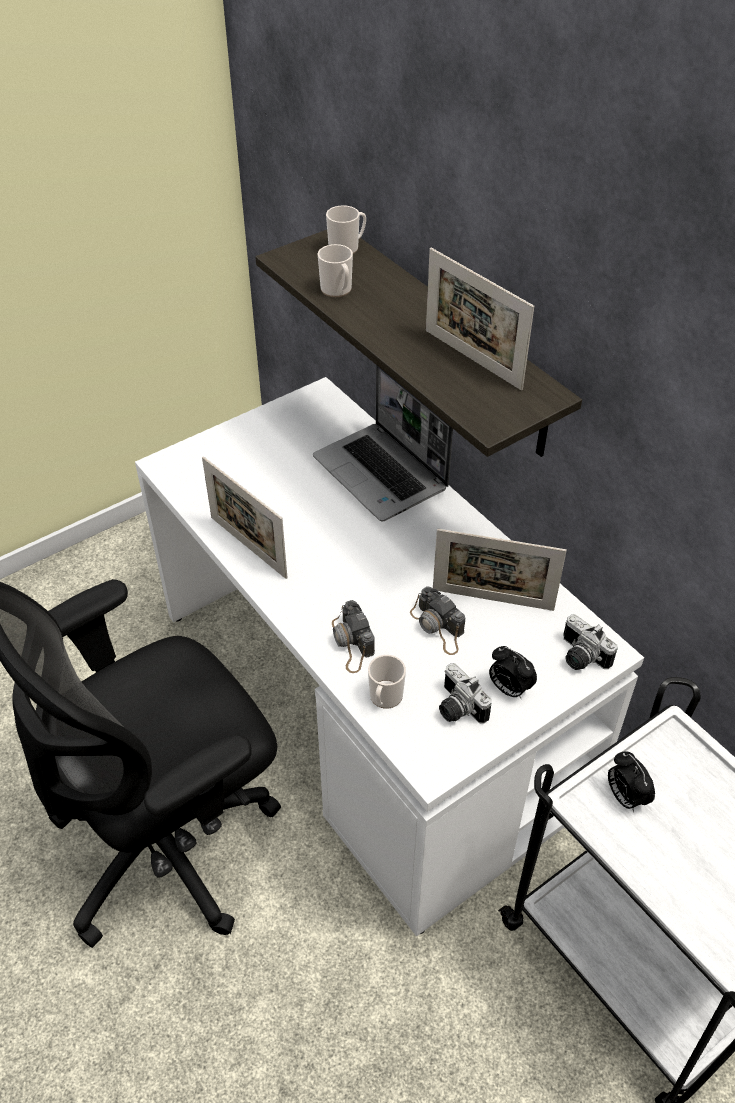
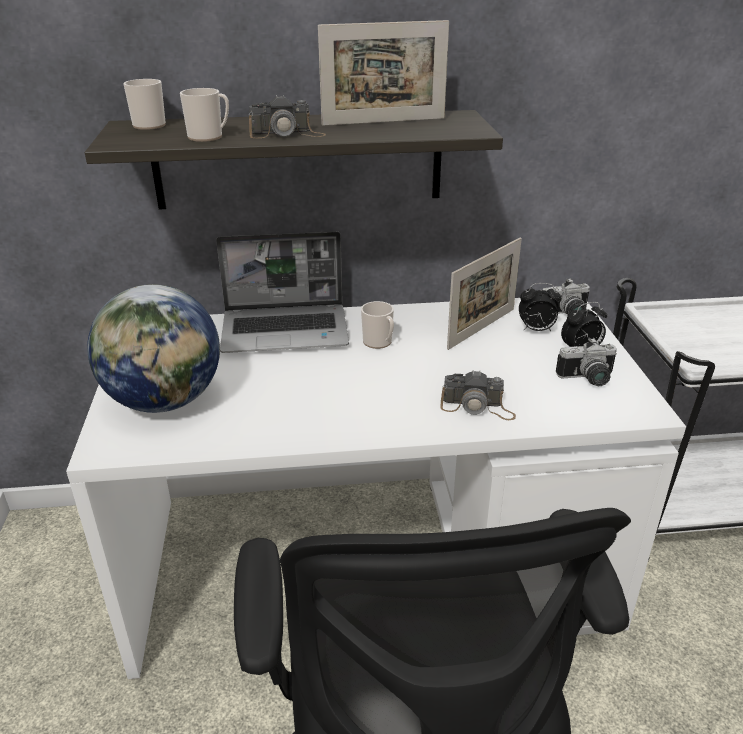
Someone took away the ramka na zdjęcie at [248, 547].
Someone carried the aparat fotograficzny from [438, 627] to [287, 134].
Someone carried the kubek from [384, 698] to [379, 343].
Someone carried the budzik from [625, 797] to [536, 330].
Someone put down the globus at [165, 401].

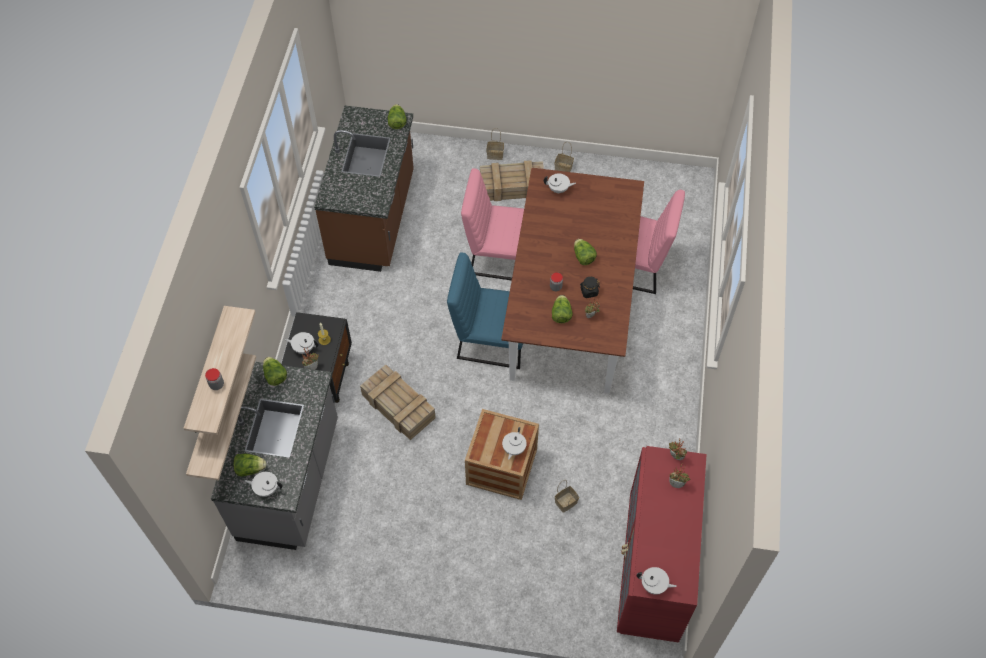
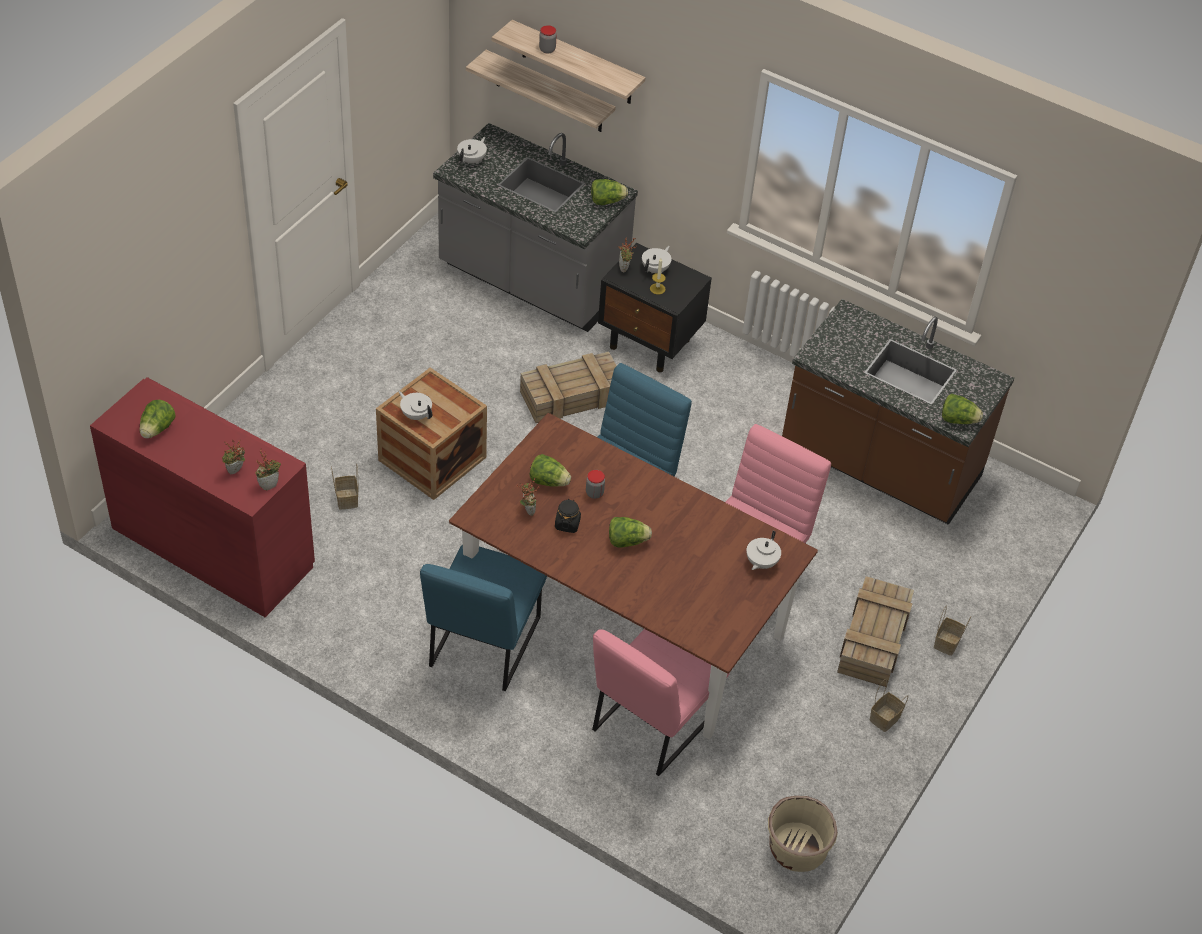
Someone carried the sałata from [250, 468] to [157, 429].
Someone took away the imbryk/biały at [654, 585].
Someone put down the krzesło/niebieski at [483, 644].
Someone put down the donica/beżowy at [797, 849].

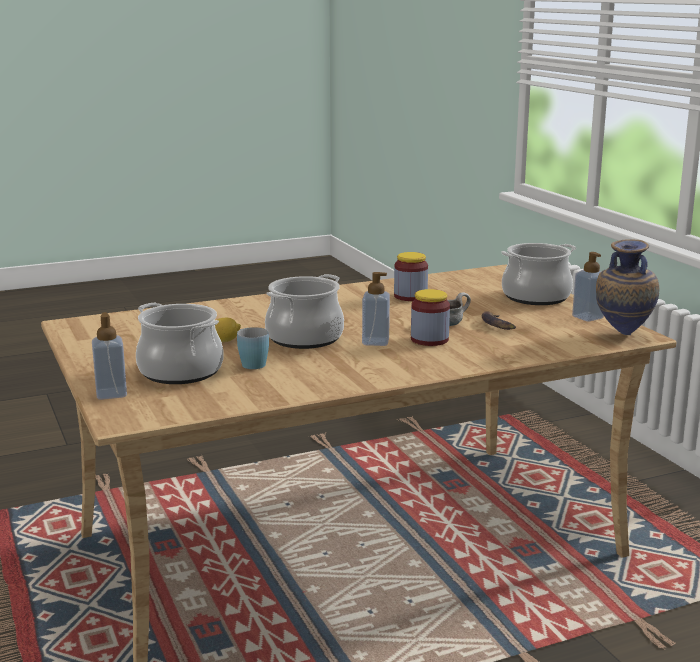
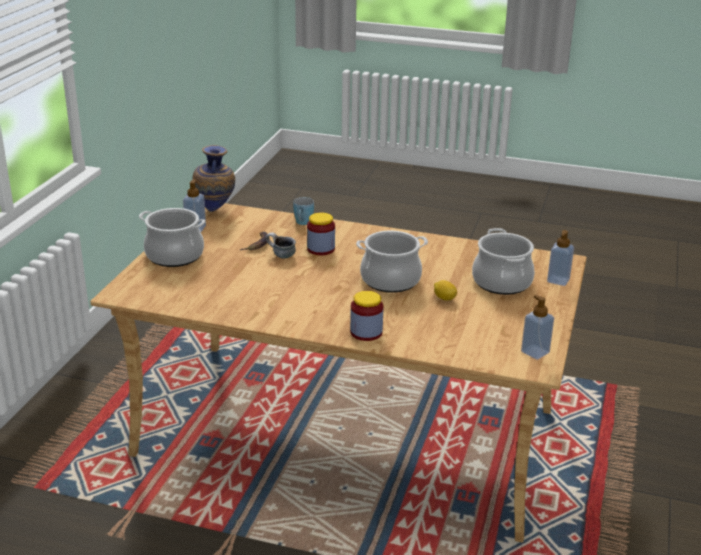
Someone carried the słoik from [410, 296] to [366, 332].
Someone carried the dozownik mydła from [375, 342] to [535, 352].
Someone carried the kubek/niebieski from [250, 363] to [303, 223].

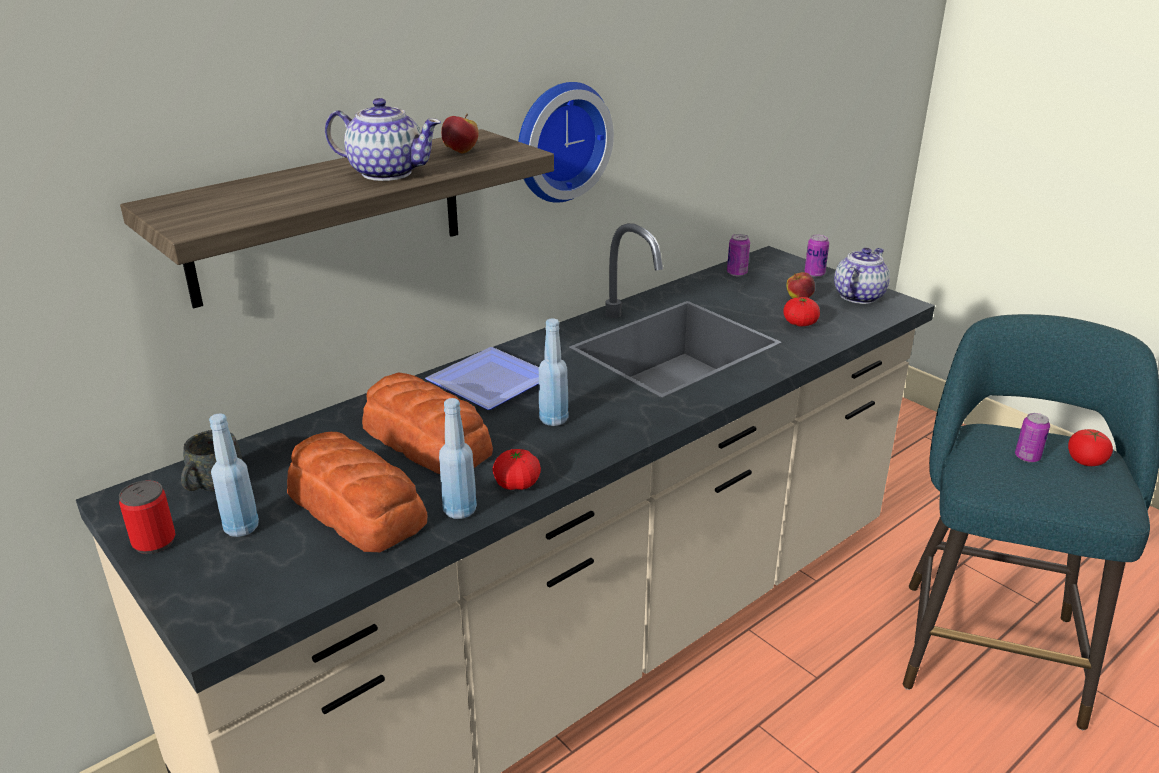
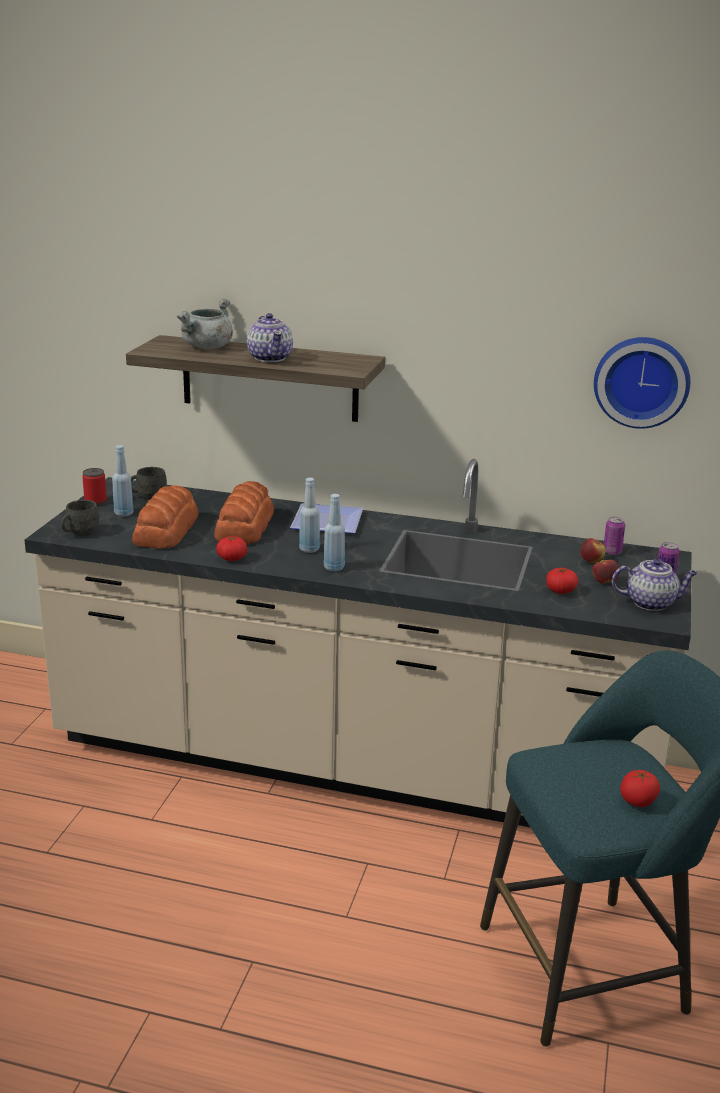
Someone carried the zegar ścienny from [558, 141] to [641, 381].
Someone carried the jabłko from [461, 152] to [591, 561].
Someone carried the butelka/niebieski from [459, 510] to [334, 567].
Someone took away the puszka at [1027, 457].
Someone put down the garnek/szary at [207, 347].
Someone put down the kubek/szary at [79, 533].

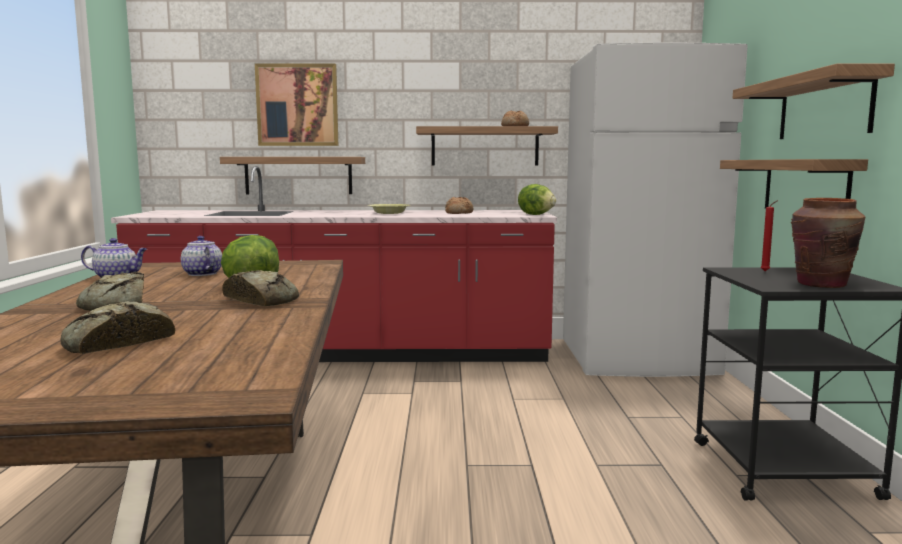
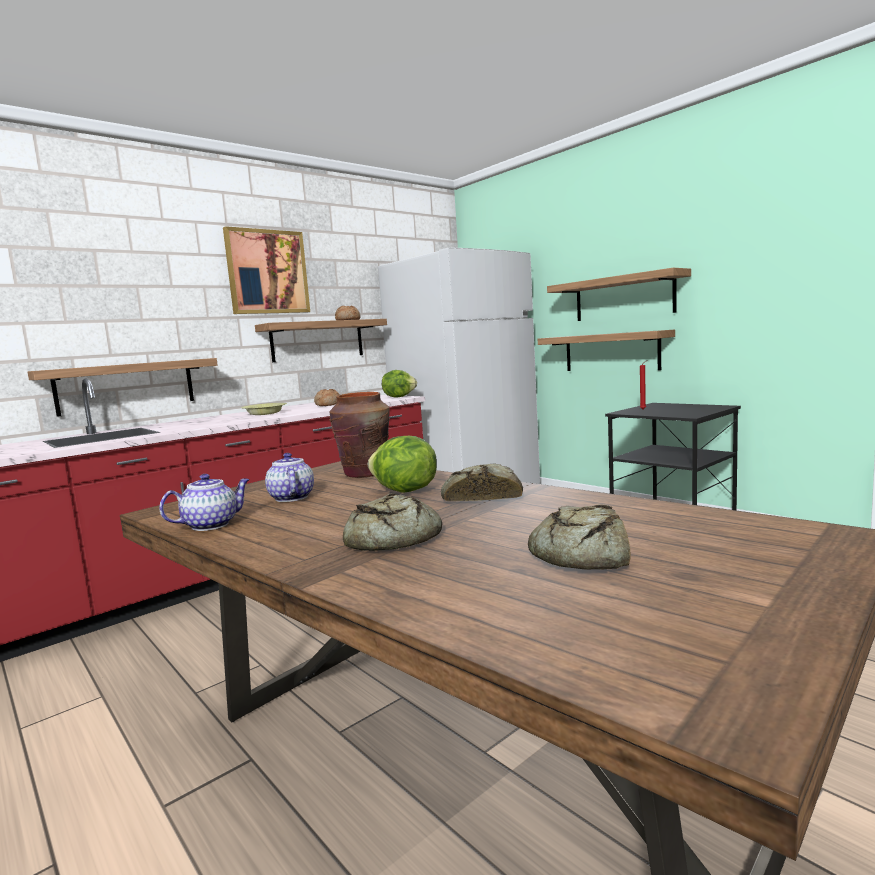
Someone carried the obraz from [297, 105] to [267, 272].
Someone carried the wazon/brązowy from [821, 284] to [365, 473].
Someone rotated the imbryk at [201, 274] by 60 degrees clockwise.

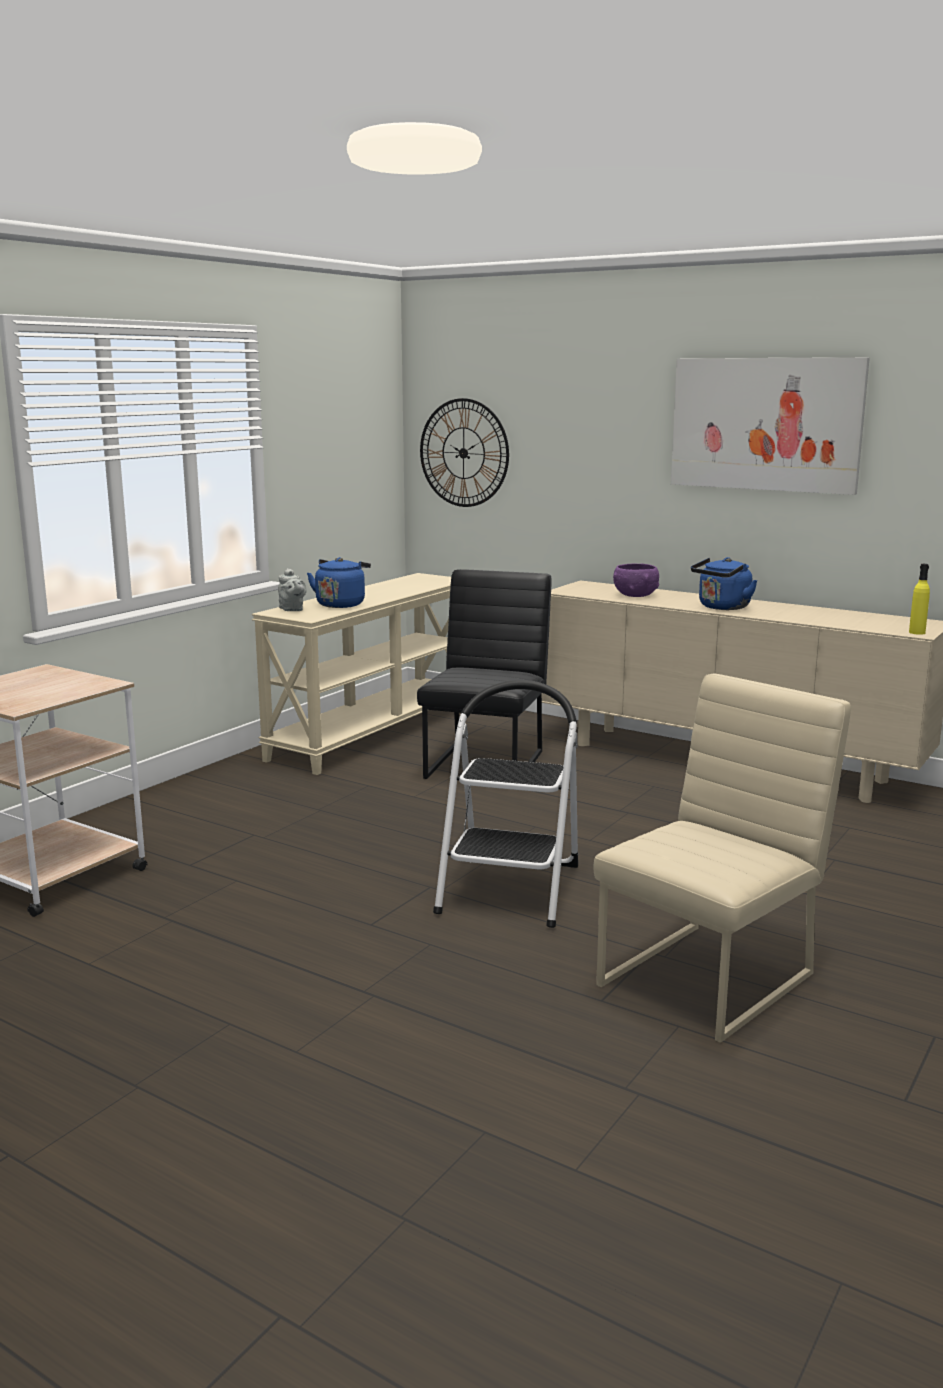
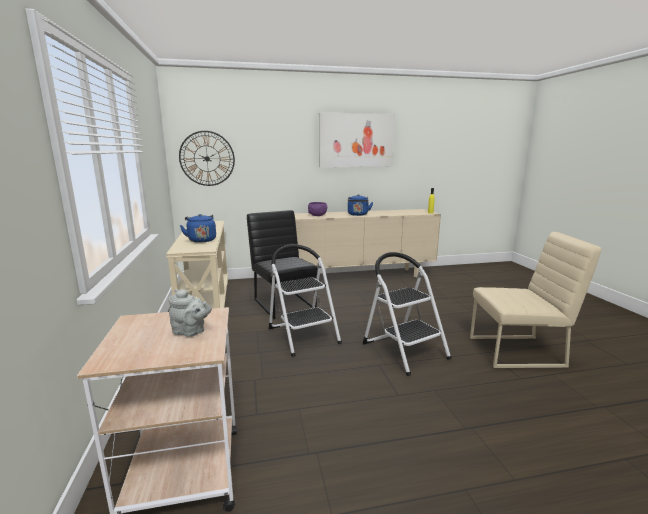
Someone carried the imbryk/szary from [292, 609] to [191, 332].
Someone rotated the krzesło/beżowy at [711, 977] by 90 degrees clockwise.
Someone put down the drabinka at [302, 335].

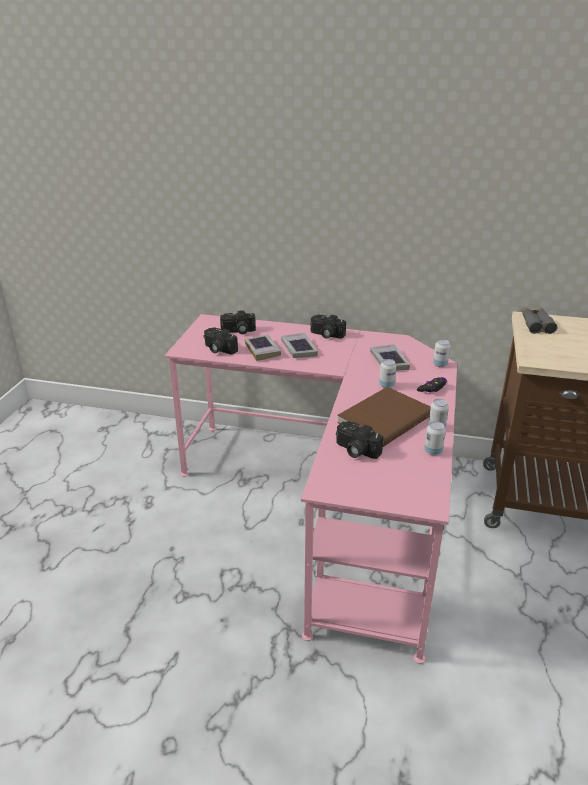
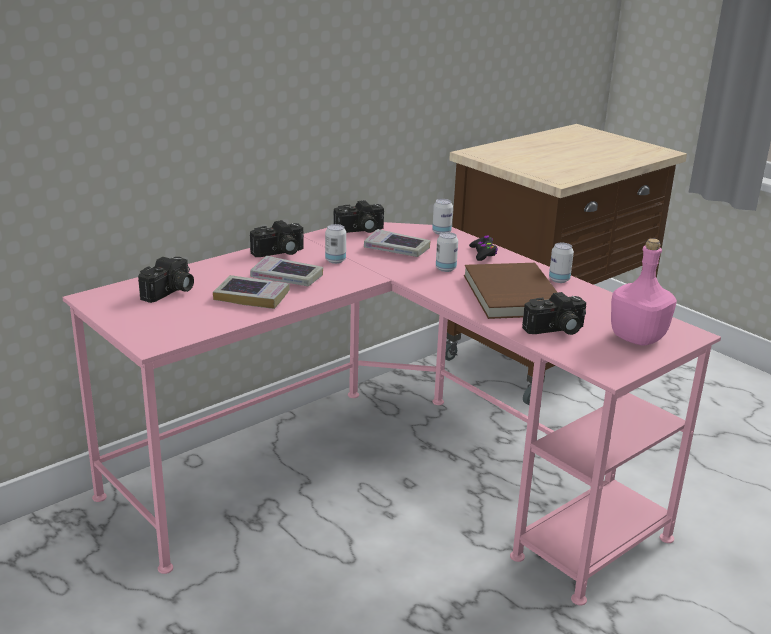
Someone took away the lornetka/szary at [536, 324].
Someone carried the aparat fotograficzny from [218, 349] to [360, 230].
Someone carried the puszka from [433, 451] to [335, 260].
Someone put down the butelka/różowy at [636, 337].

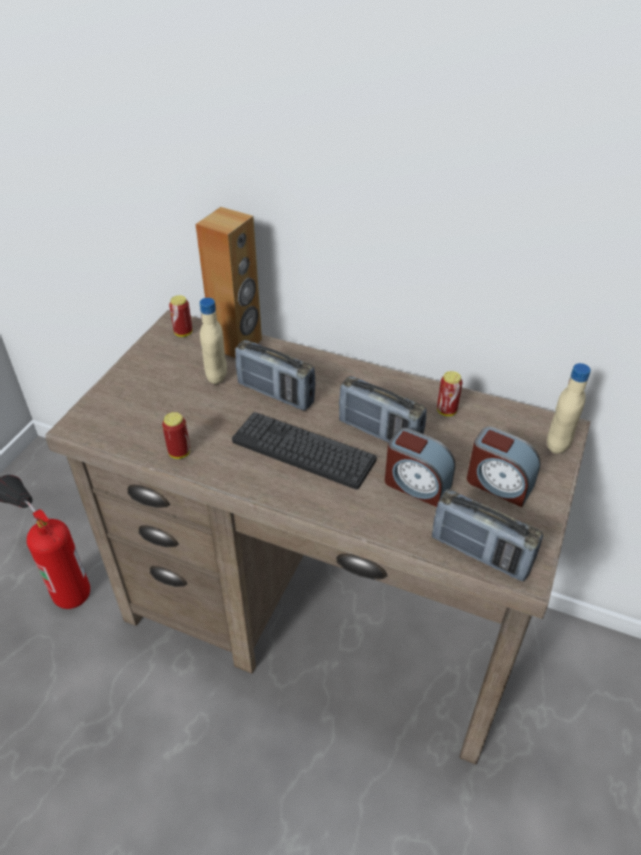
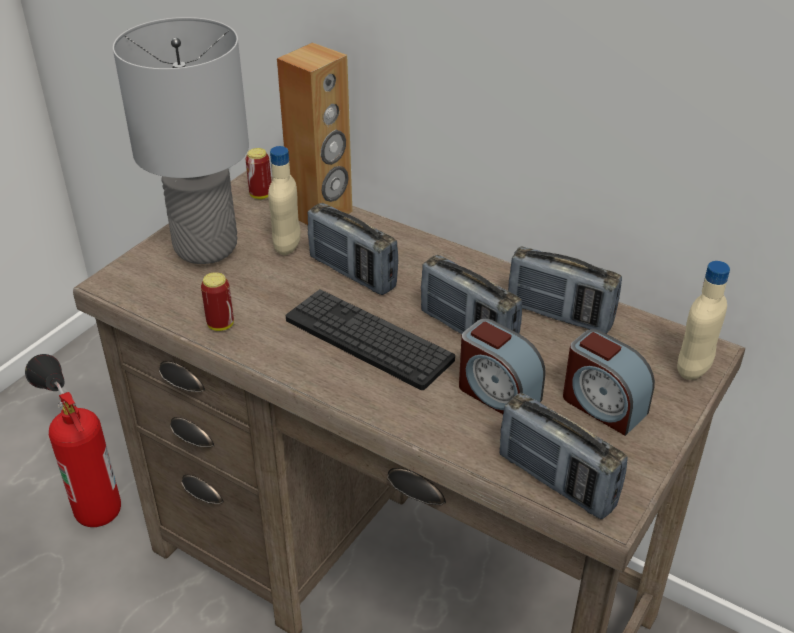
Someone swapped the puszka at [446, 411] for the radio at [559, 315].
Someone put down the lampa stołowa/szary at [207, 252].

